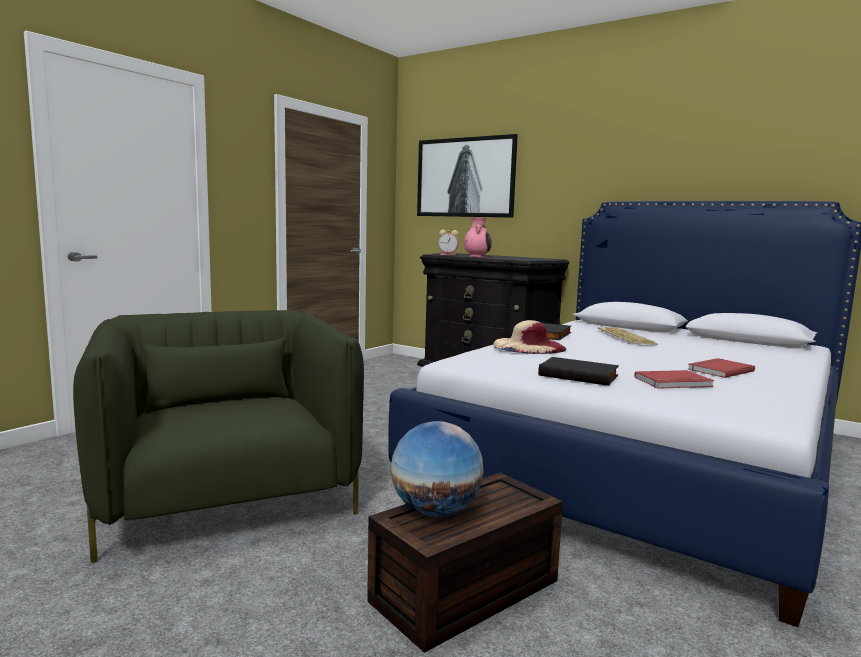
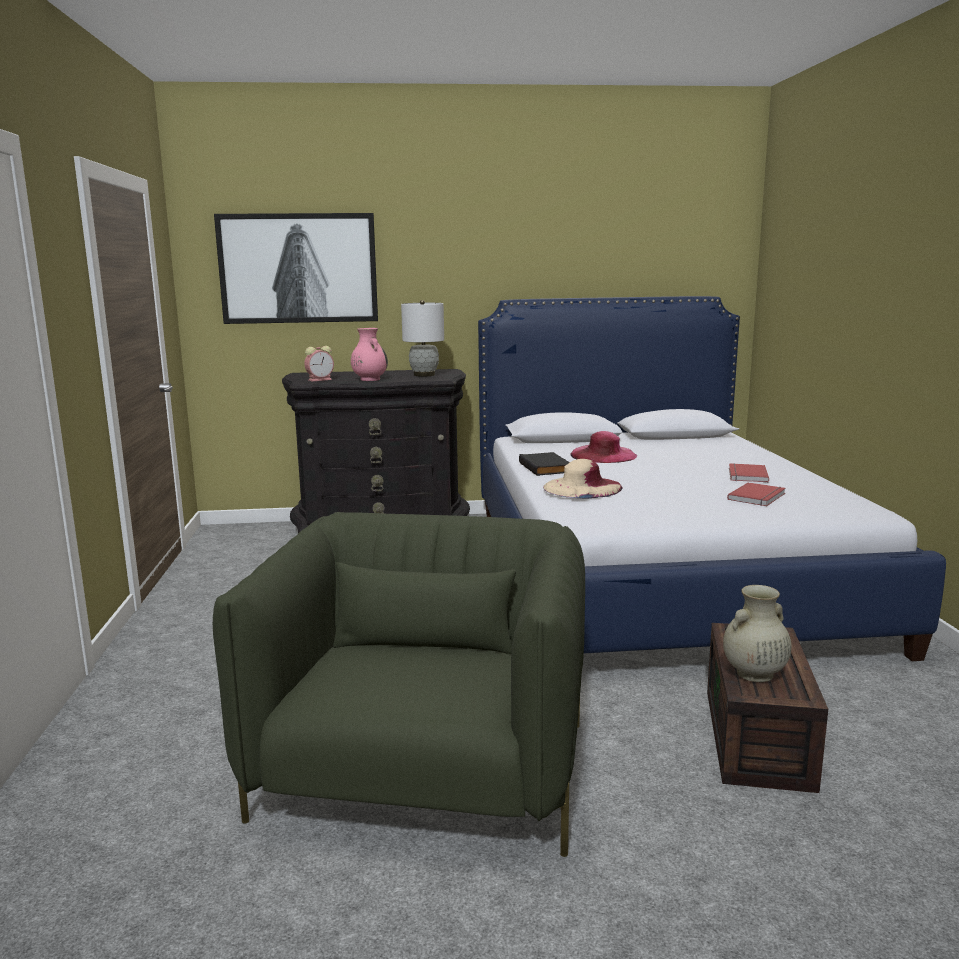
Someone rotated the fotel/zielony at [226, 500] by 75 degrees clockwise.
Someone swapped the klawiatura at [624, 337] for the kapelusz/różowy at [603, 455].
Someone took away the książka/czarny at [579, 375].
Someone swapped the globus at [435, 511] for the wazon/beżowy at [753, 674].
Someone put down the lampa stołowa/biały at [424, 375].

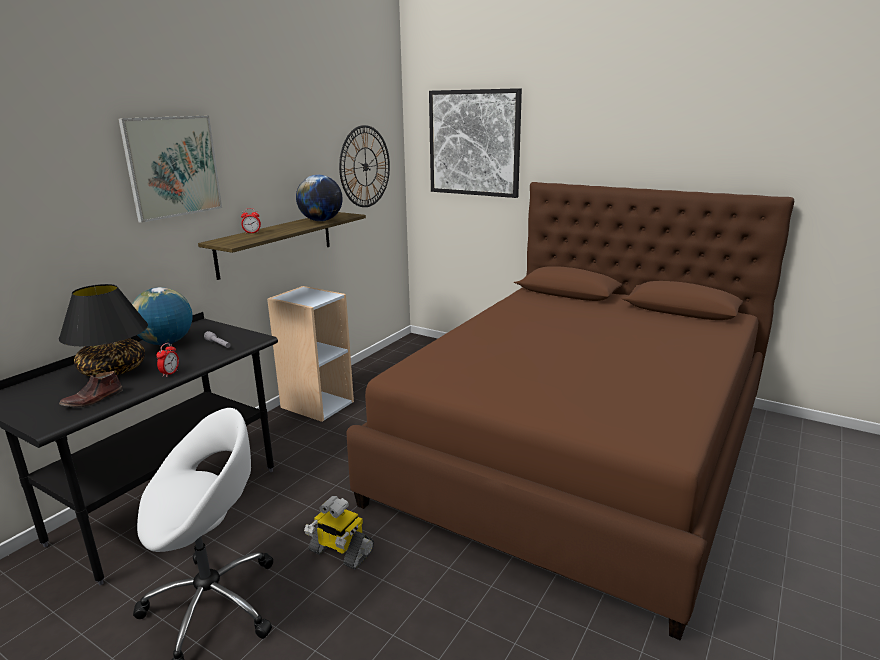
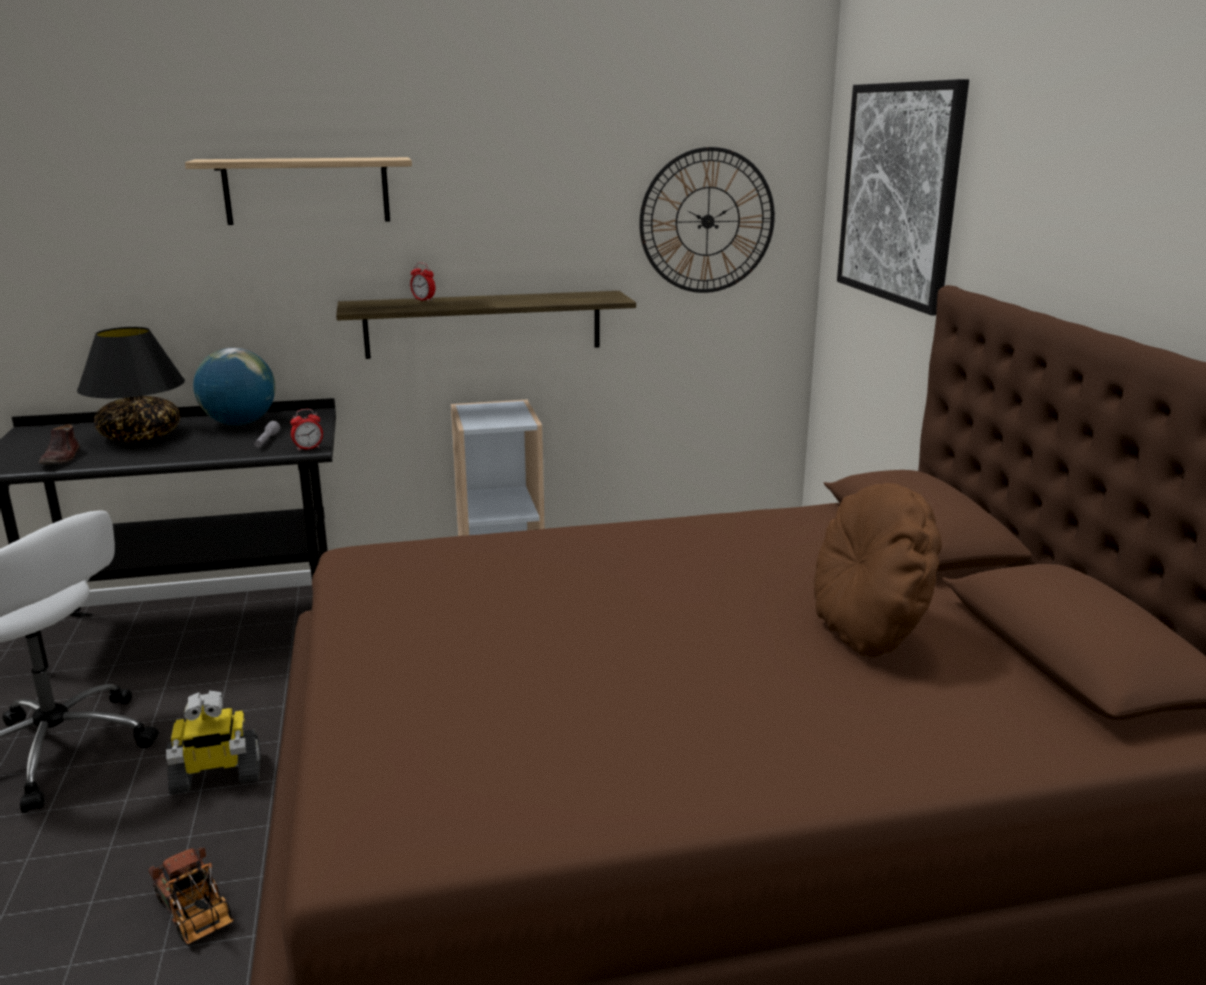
Someone swapped the obraz at [173, 167] for the półka at [307, 190].
Someone took away the globus at [321, 220].
Someone carried the budzik from [170, 373] to [308, 448].
Someone rotated the but/brązowy at [93, 400] by 90 degrees counterclockwise.
Someone rotated the robot zabawkowy at [340, 552] by 90 degrees counterclockwise.
Someone put down the poduszka/brązowy at [867, 635].
Someone put down the ciężarówka zabawkowa at [196, 915].

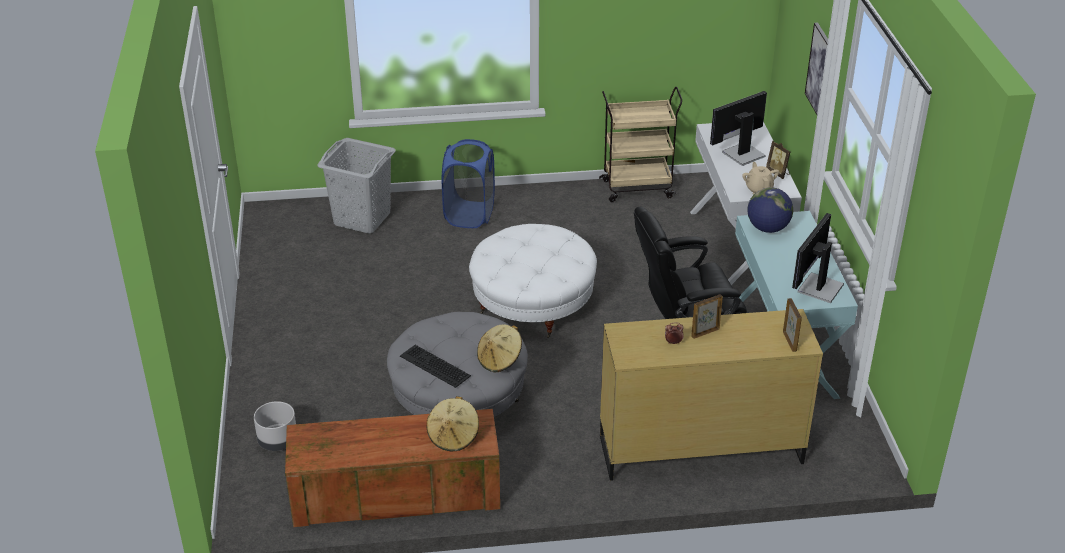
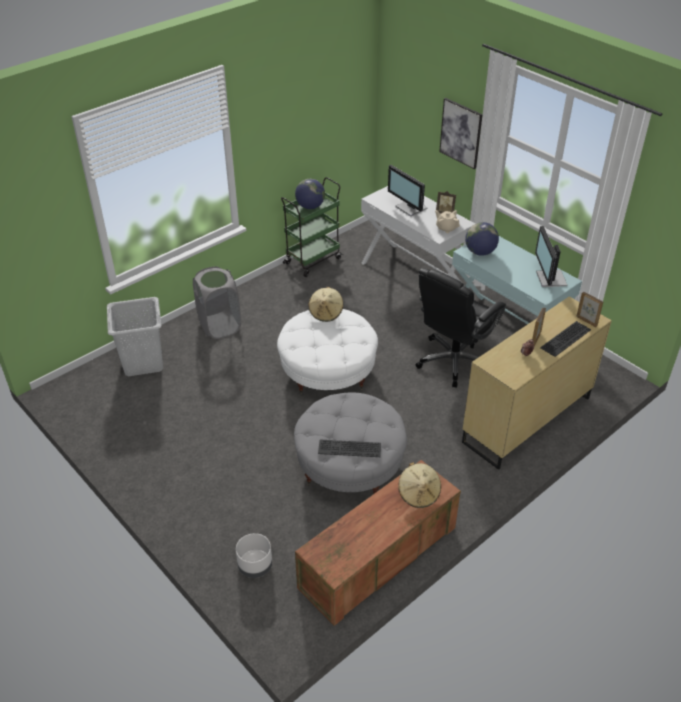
Someone repainted the wózek/beżowy at [637, 189], which became the wózek/zielony at [313, 261].
Someone rotated the monitor at [741, 154] by 60 degrees counterclockwise.
Someone repainted the kosz na pranie/niebieski at [469, 215], which became the kosz na pranie/szary at [220, 326].
Someone carried the kapelusz/beżowy from [500, 360] to [326, 313].
Someone put down the globus at [310, 207].
Someone put down the klawiatura at [566, 339].

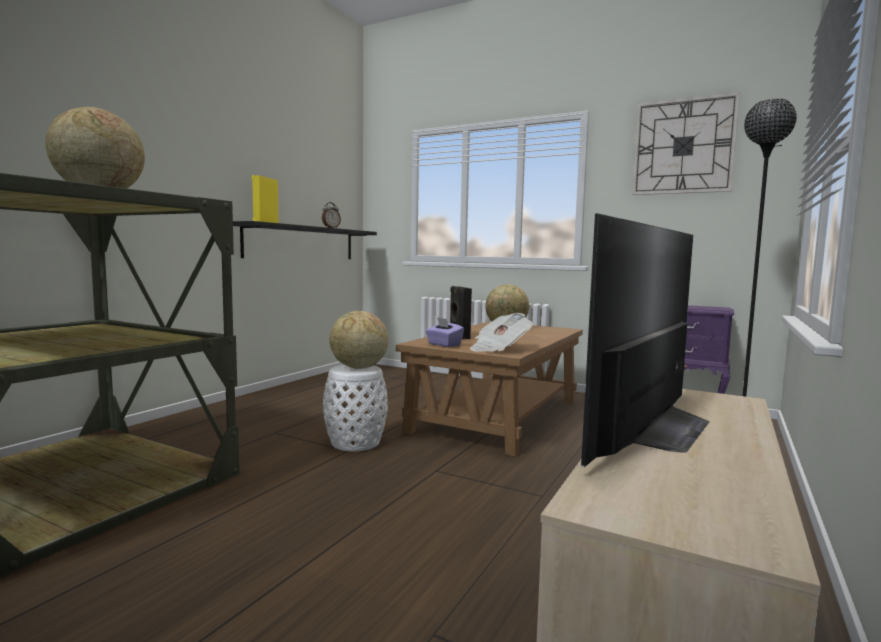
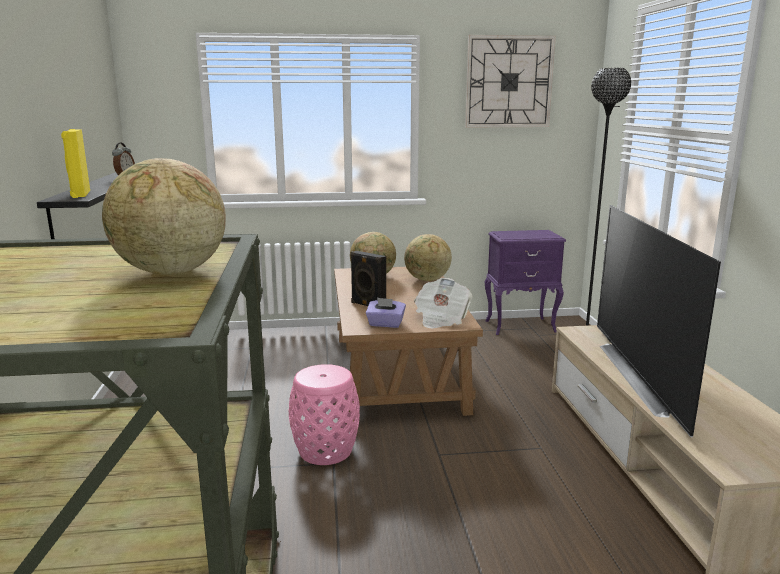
Someone carried the globus from [358, 368] to [427, 280].
Someone repainted the stołek/biały at [355, 443], which became the stołek/różowy at [326, 451].

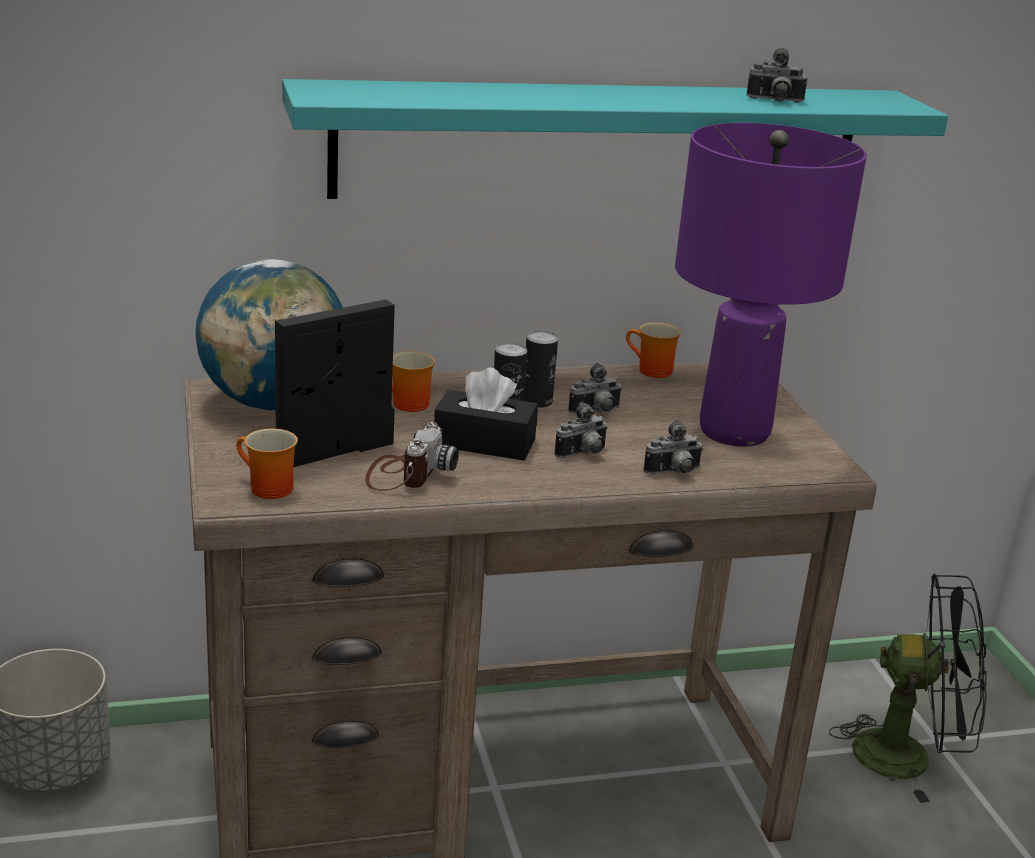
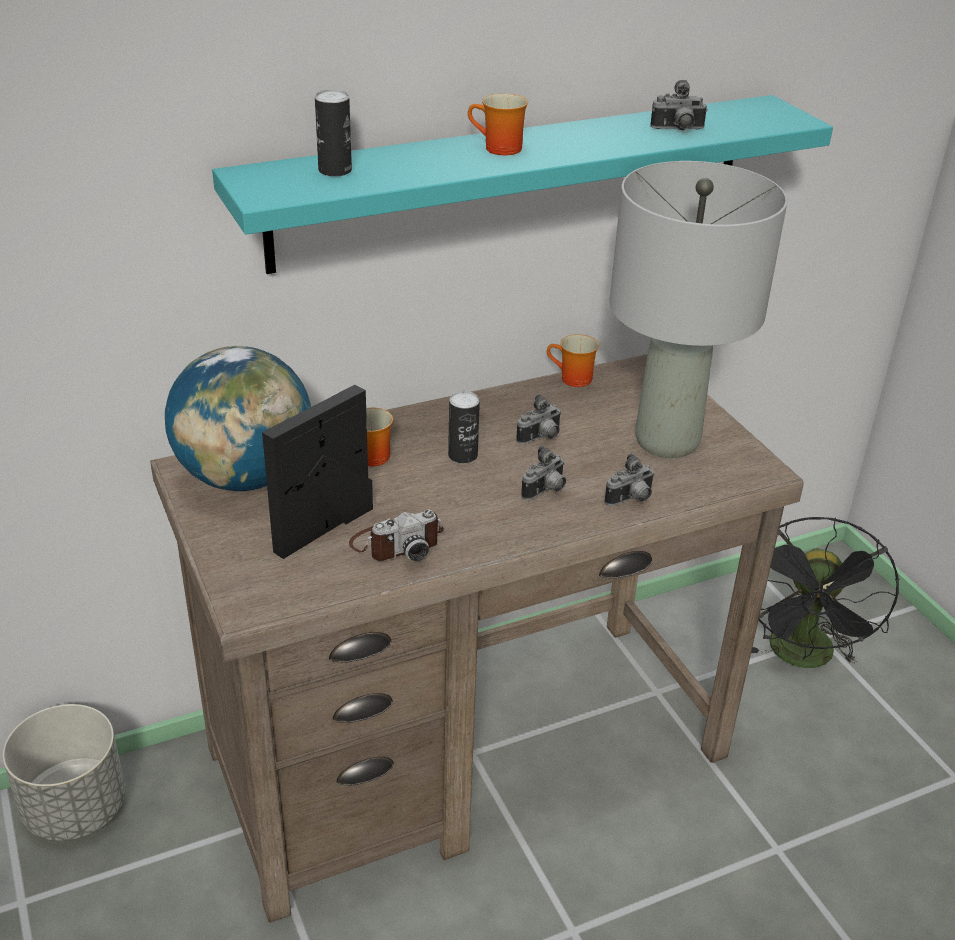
Someone repainted the lampa stołowa/fioletowy at [735, 432], which became the lampa stołowa/szary at [668, 441].
Someone carried the puszka from [537, 402] to [335, 170].
Someone took away the pudełko chusteczek/czarny at [484, 443].
Someone rotated the aparat fotograficzny at [406, 473] by 60 degrees clockwise.
Someone carried the kubek from [265, 489] to [498, 149].
Someone rotated the wentylator/czarny at [909, 756] by 105 degrees clockwise.

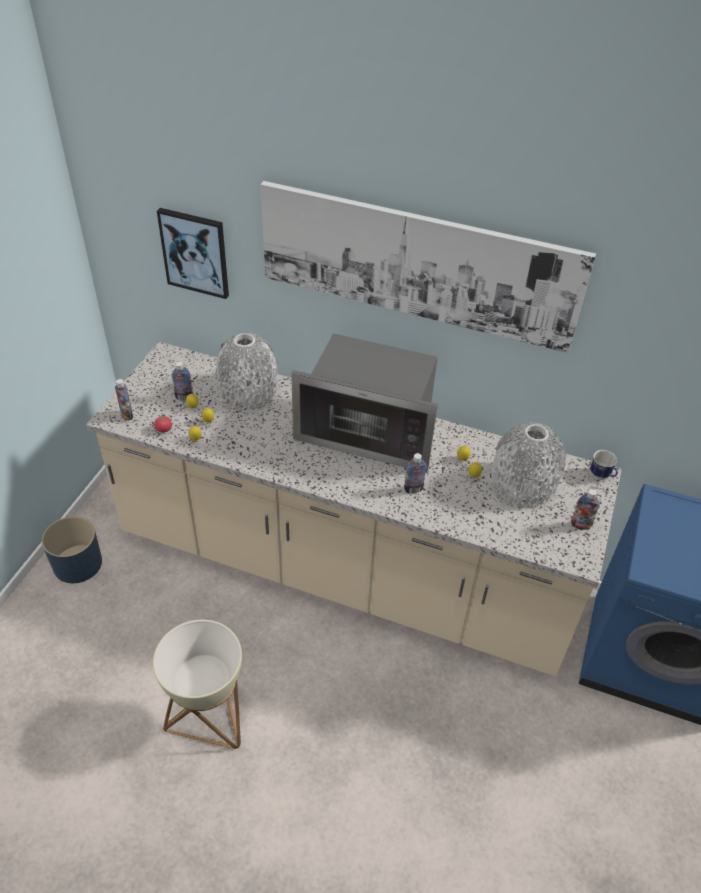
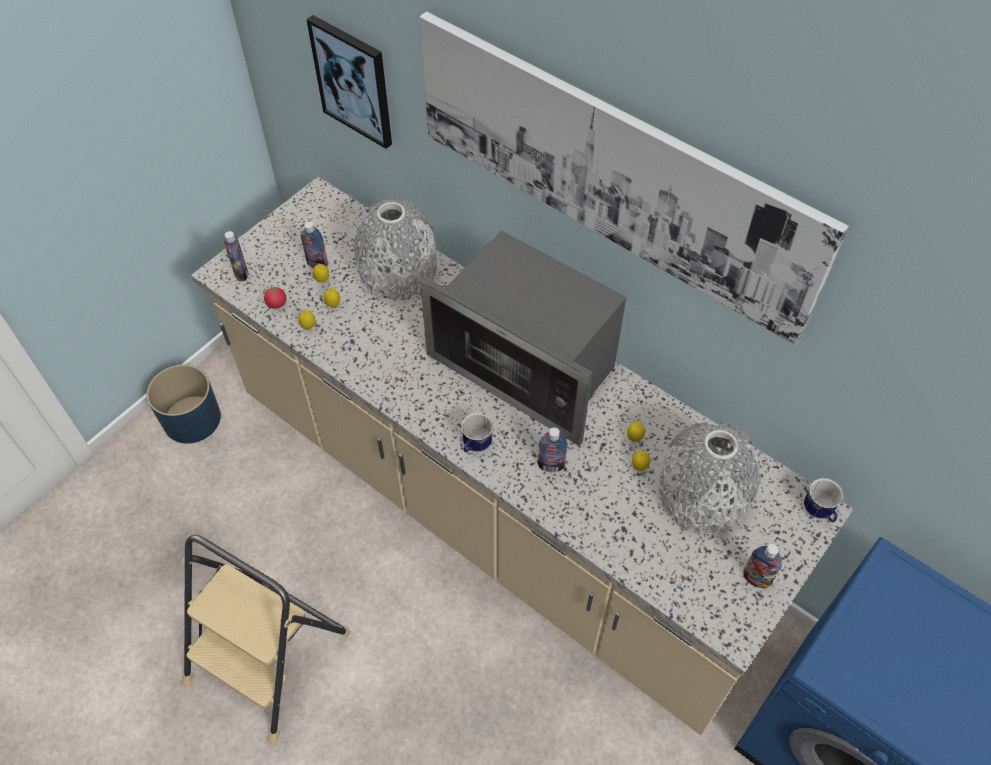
Someone swapped the donica at [209, 717] for the drabinka/beżowy at [272, 652].
Someone put down the kubek at [475, 446].

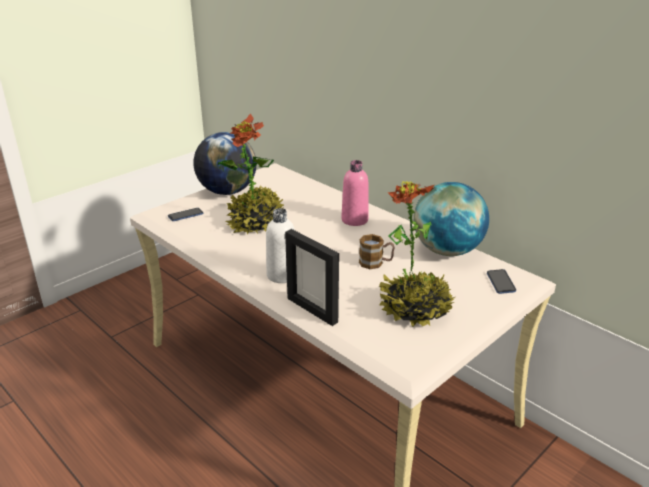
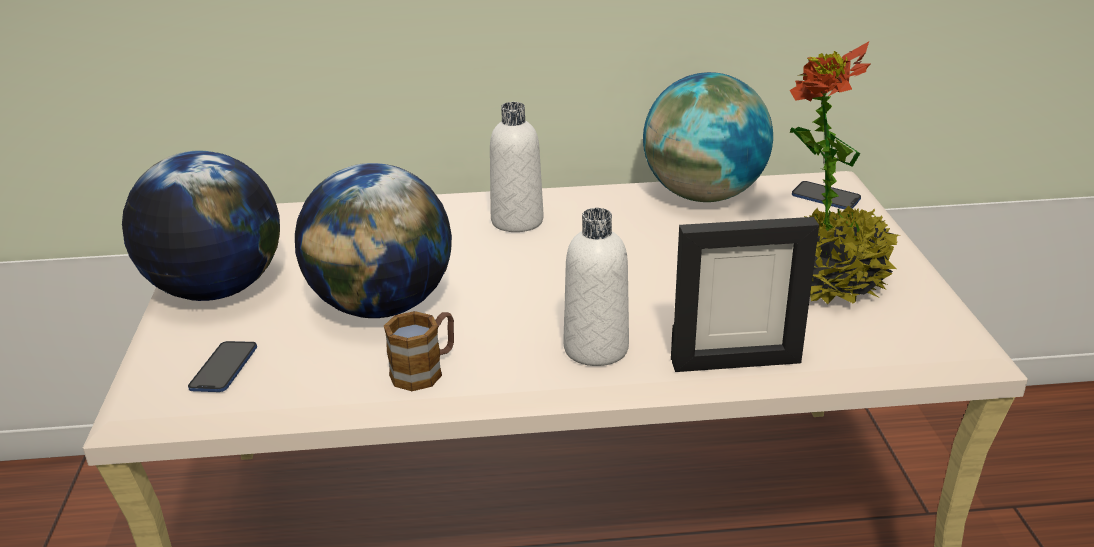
Someone swapped the roślina doniczkowa at [255, 223] for the globus at [382, 306].
Someone repainted the butelka/różowy at [354, 220], which became the butelka/biały at [517, 221].
Someone carried the kubek from [376, 263] to [425, 370].

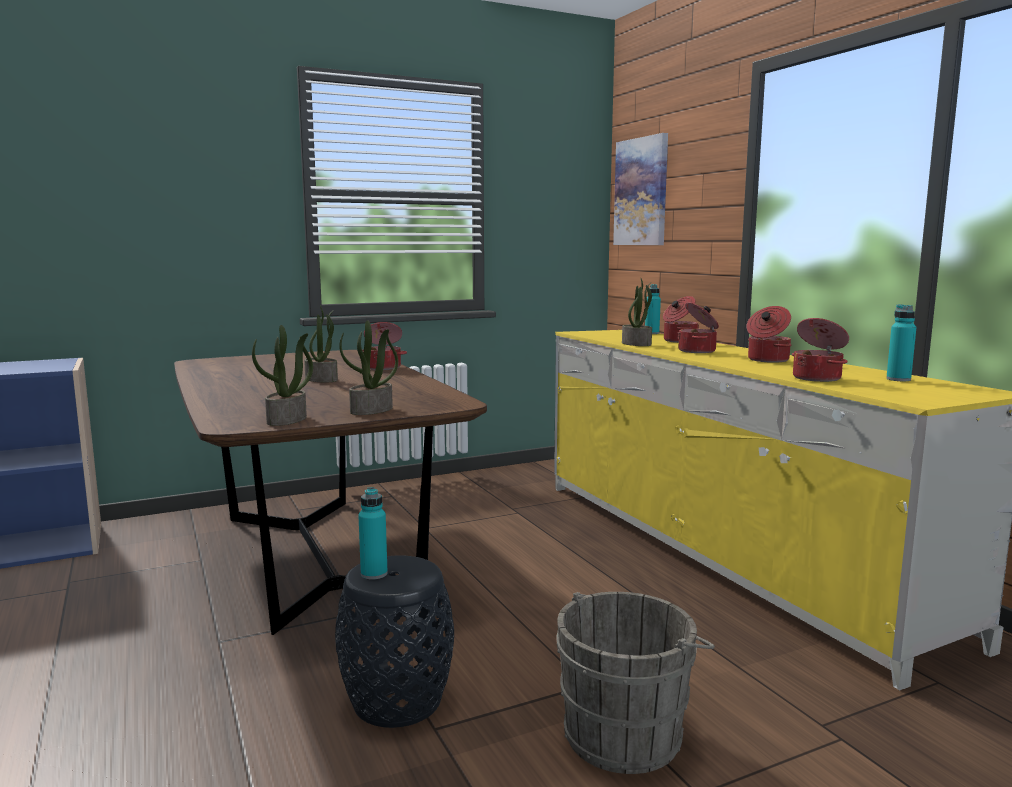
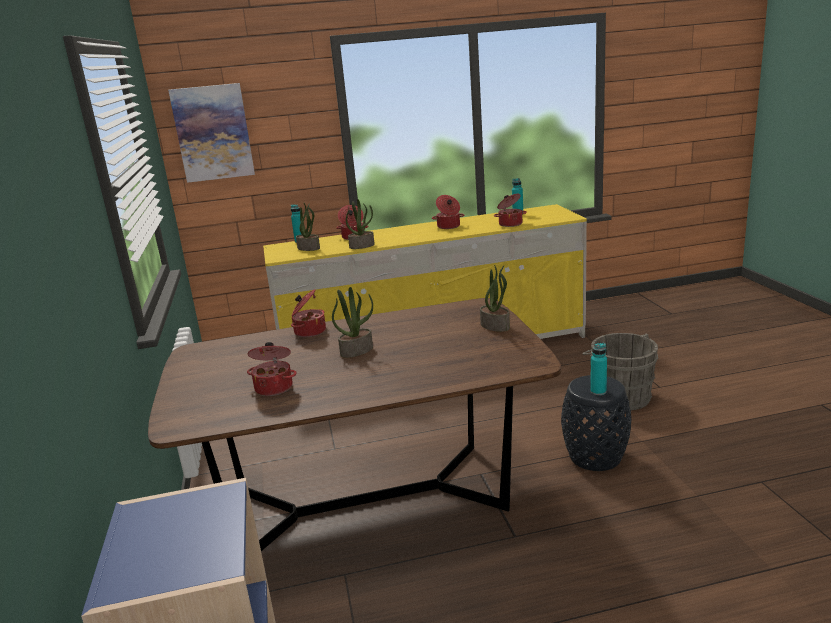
Someone carried the garnek from [698, 351] to [274, 387].
Someone carried the roślina doniczkowa from [287, 420] to [309, 248].

